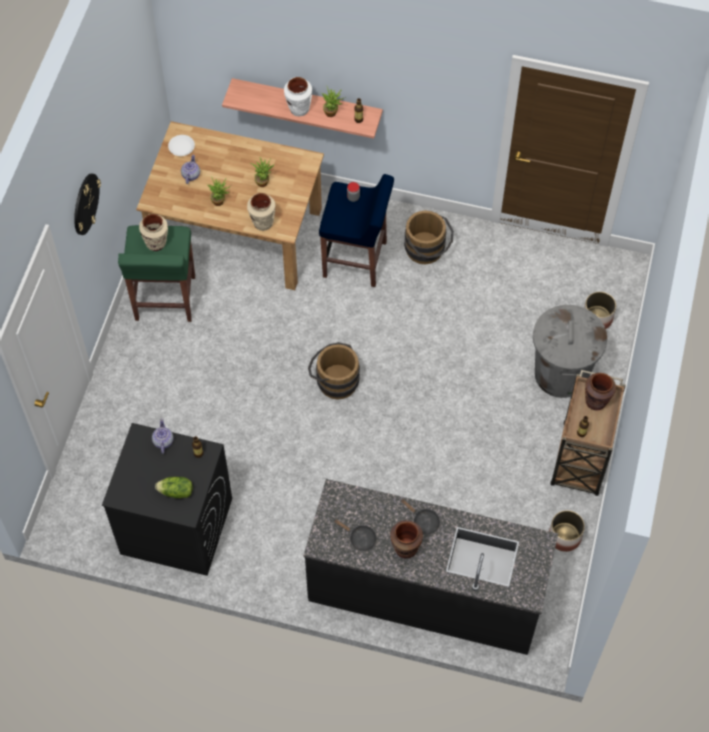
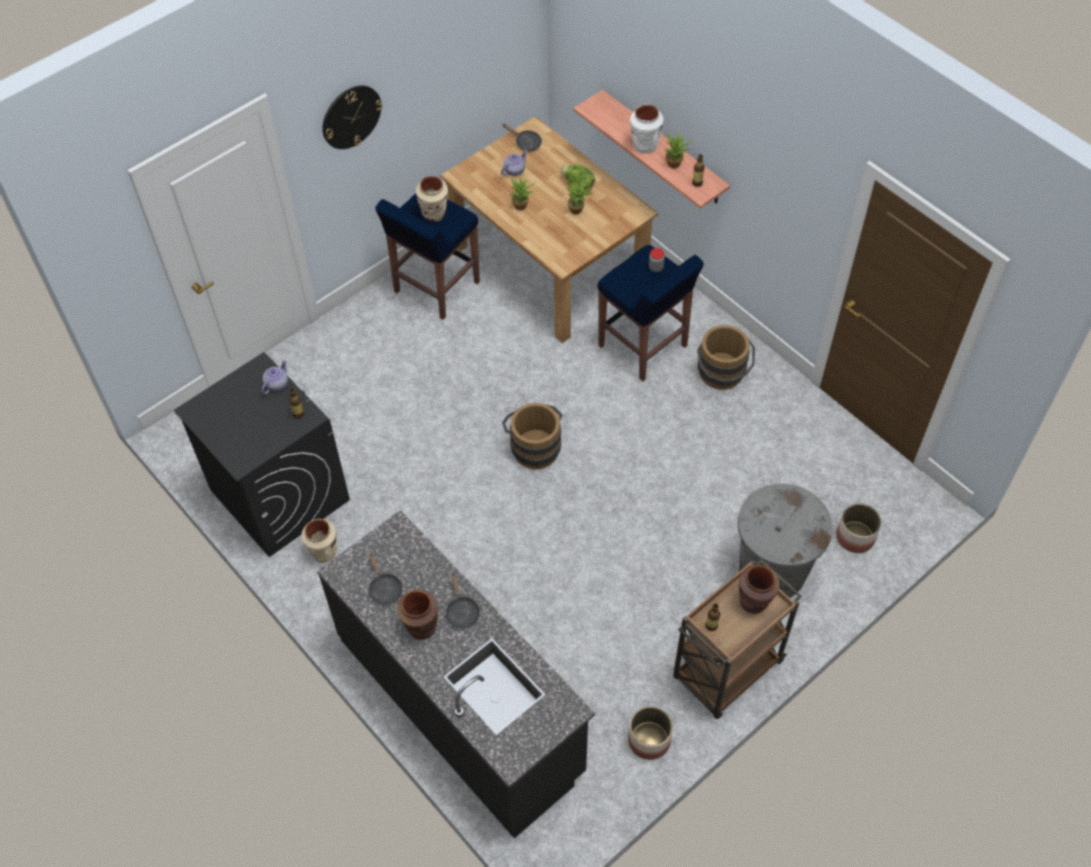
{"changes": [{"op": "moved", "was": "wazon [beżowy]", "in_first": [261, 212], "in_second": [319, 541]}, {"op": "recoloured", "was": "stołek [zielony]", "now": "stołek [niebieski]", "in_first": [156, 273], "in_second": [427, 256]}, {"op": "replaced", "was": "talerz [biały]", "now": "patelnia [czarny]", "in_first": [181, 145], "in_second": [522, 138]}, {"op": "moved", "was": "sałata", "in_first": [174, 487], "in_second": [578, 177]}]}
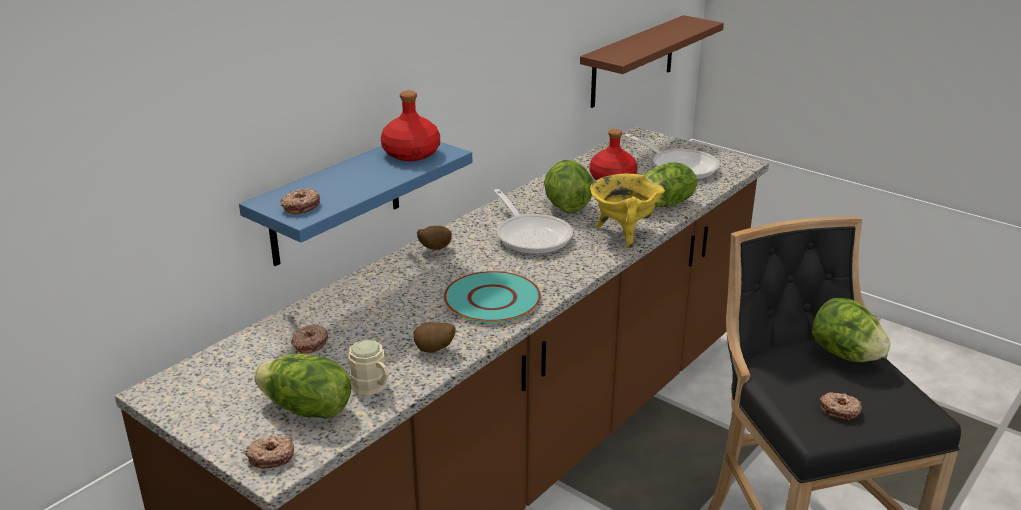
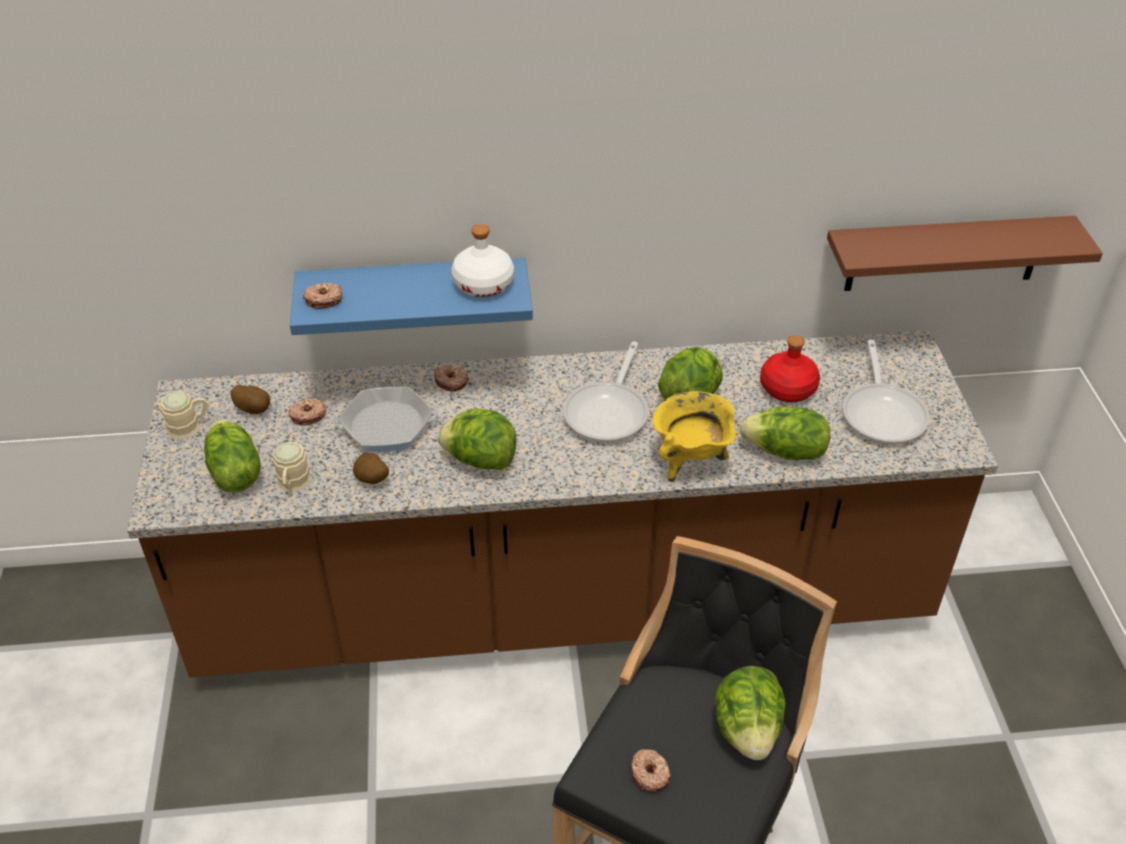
{"changes": [{"op": "added", "now": "kubek [beżowy]", "in_second": [184, 415]}, {"op": "moved", "was": "ziemniak", "in_first": [434, 238], "in_second": [250, 399]}, {"op": "added", "now": "patelnia", "in_second": [385, 419]}, {"op": "moved", "was": "donut", "in_first": [269, 452], "in_second": [451, 378]}, {"op": "replaced", "was": "talerz [turkusowy]", "now": "sałata", "in_first": [492, 297], "in_second": [477, 439]}, {"op": "recoloured", "was": "butelka [czerwony]", "now": "butelka [biały]", "in_first": [410, 126], "in_second": [482, 260]}]}
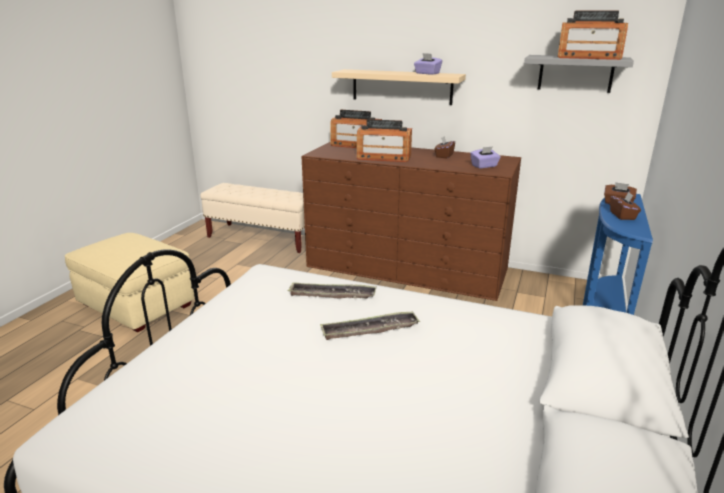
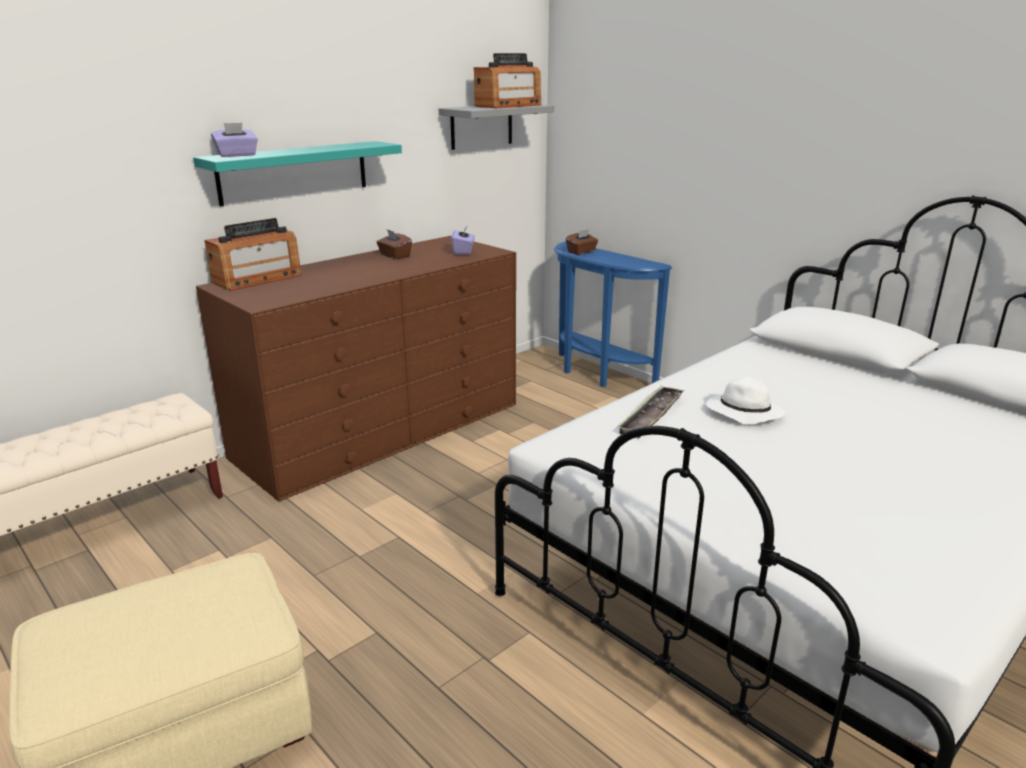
{"changes": [{"op": "recoloured", "was": "półka [beżowy]", "now": "półka [turkusowy]", "in_first": [399, 87], "in_second": [297, 173]}, {"op": "moved", "was": "pudełko chusteczek [fioletowy]", "in_first": [428, 64], "in_second": [234, 140]}, {"op": "replaced", "was": "taca", "now": "kapelusz [biały]", "in_first": [370, 325], "in_second": [745, 401]}, {"op": "removed", "was": "radio", "in_first": [384, 140]}, {"op": "removed", "was": "pudełko chusteczek [brązowy]", "in_first": [625, 206]}]}
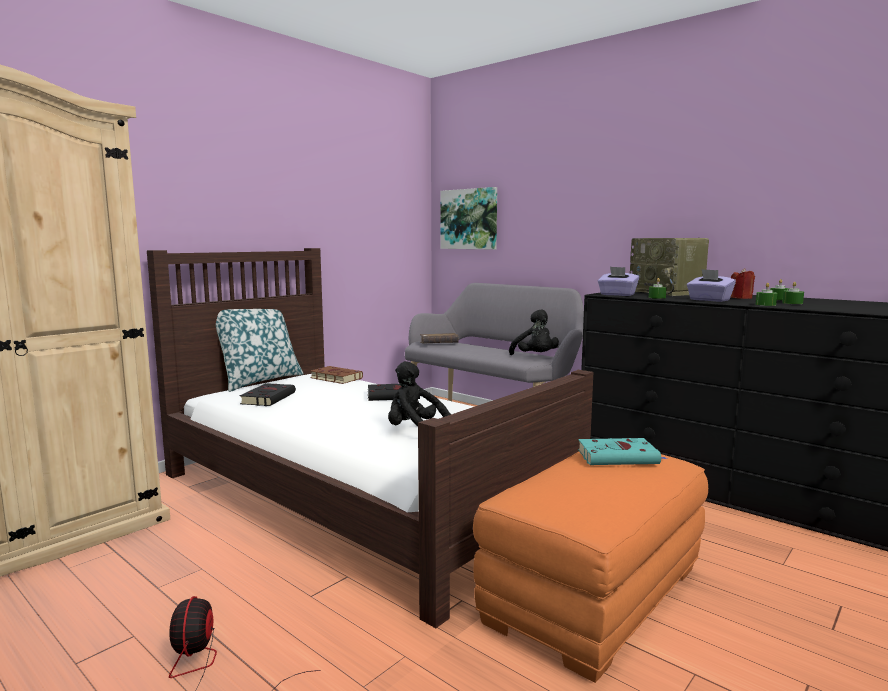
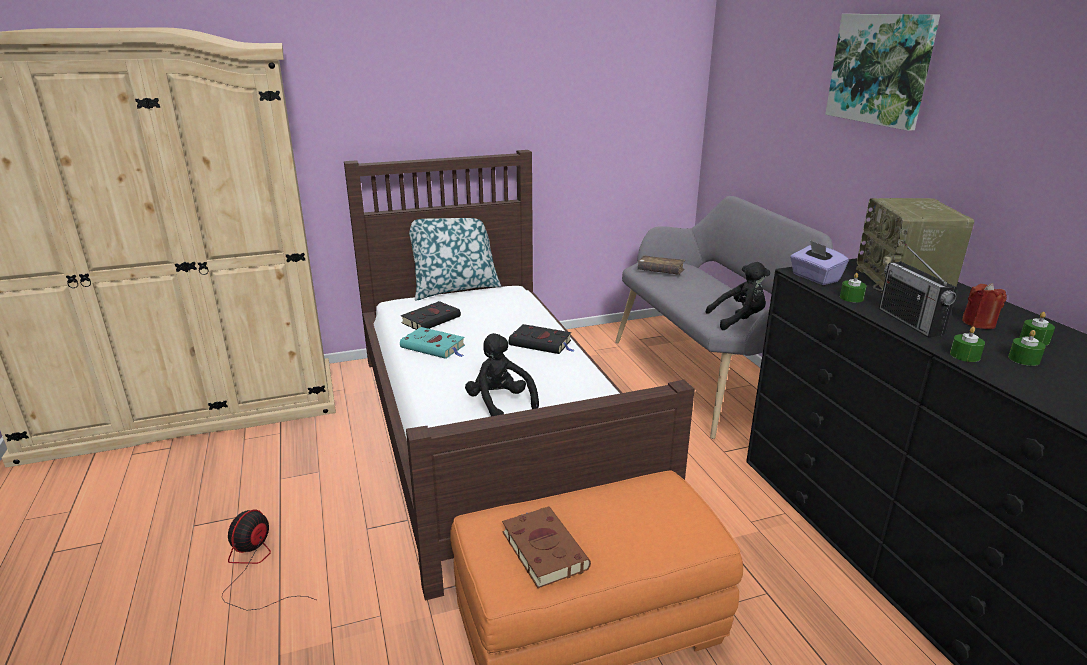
{"changes": [{"op": "moved", "was": "książka [turkusowy]", "in_first": [622, 451], "in_second": [432, 343]}, {"op": "moved", "was": "książka [brązowy]", "in_first": [336, 375], "in_second": [546, 547]}, {"op": "turned", "was": "pluszak [czarny]", "in_first": [534, 332], "in_second": [738, 296], "clockwise": -105}, {"op": "moved", "was": "obraz", "in_first": [468, 218], "in_second": [882, 72]}, {"op": "replaced", "was": "pudełko chusteczek [fioletowy]", "now": "radio", "in_first": [711, 285], "in_second": [918, 291]}]}
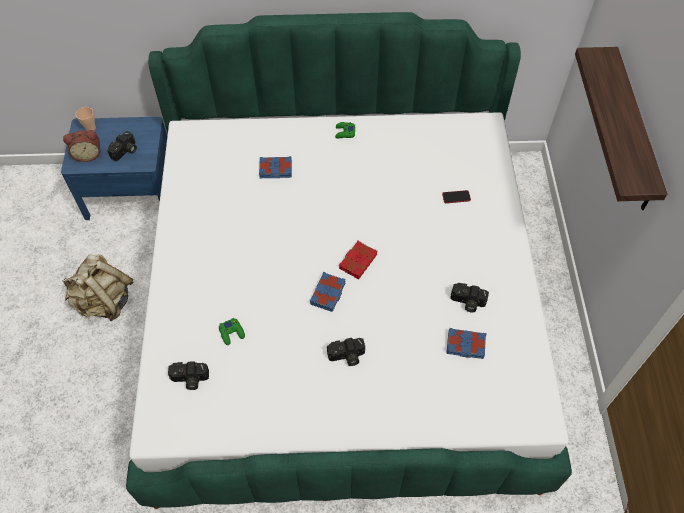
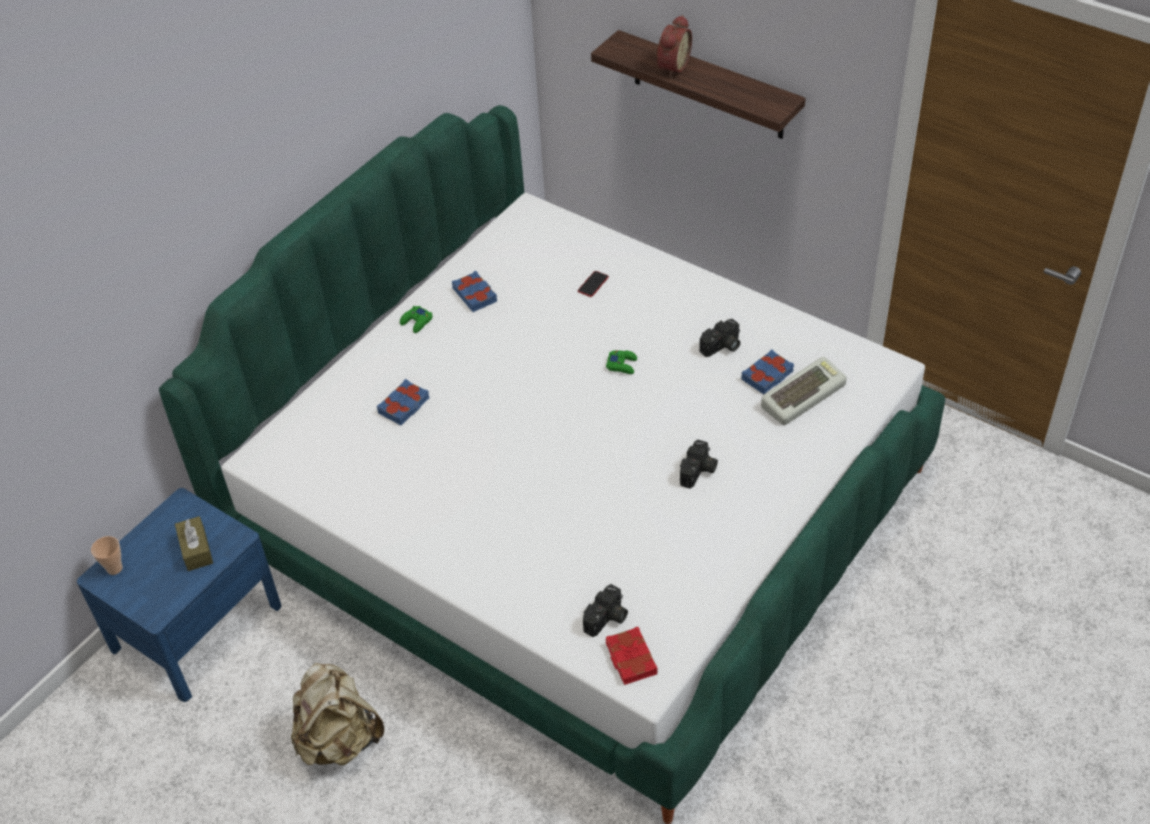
{"changes": [{"op": "replaced", "was": "aparat fotograficzny", "now": "pudełko chusteczek [brązowy]", "in_first": [122, 146], "in_second": [194, 543]}, {"op": "moved", "was": "książka [niebieski]", "in_first": [327, 292], "in_second": [474, 291]}, {"op": "moved", "was": "pad do gier [zielony]", "in_first": [232, 331], "in_second": [621, 362]}, {"op": "moved", "was": "książka [czerwony]", "in_first": [358, 260], "in_second": [632, 656]}, {"op": "moved", "was": "budzik", "in_first": [82, 146], "in_second": [673, 46]}, {"op": "added", "now": "klawiatura", "in_second": [804, 391]}]}
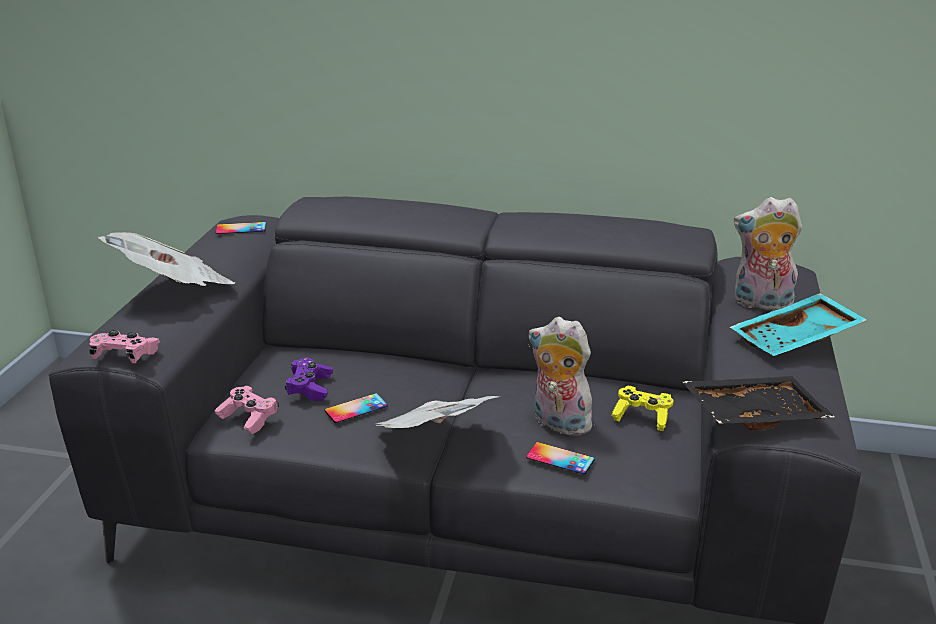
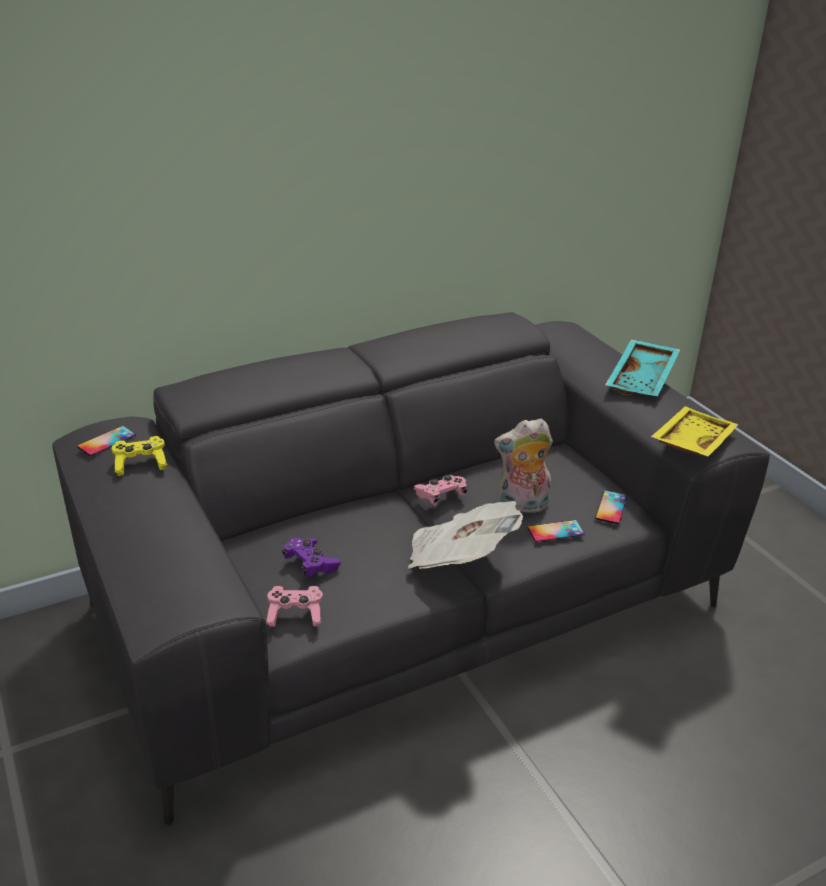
{"changes": [{"op": "moved", "was": "pad do gier [żółty]", "in_first": [642, 408], "in_second": [139, 456]}, {"op": "moved", "was": "pad do gier [różowy]", "in_first": [124, 346], "in_second": [440, 490]}, {"op": "moved", "was": "telefon", "in_first": [356, 408], "in_second": [611, 507]}, {"op": "recoloured", "was": "taca [czarny]", "now": "taca [żółty]", "in_first": [758, 403], "in_second": [694, 431]}, {"op": "removed", "was": "gazeta", "in_first": [166, 259]}, {"op": "removed", "was": "pluszak", "in_first": [768, 254]}]}
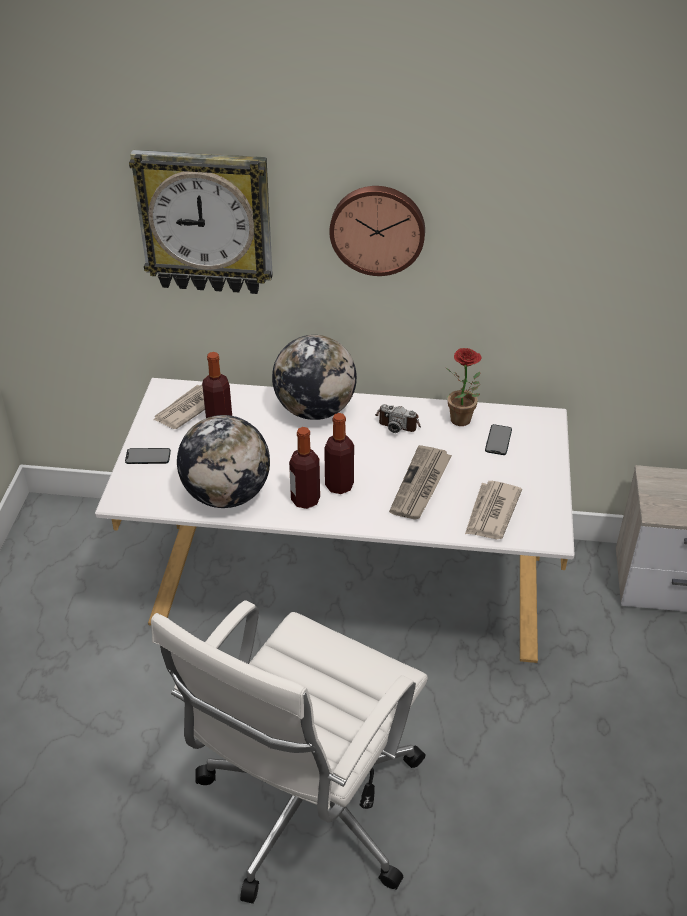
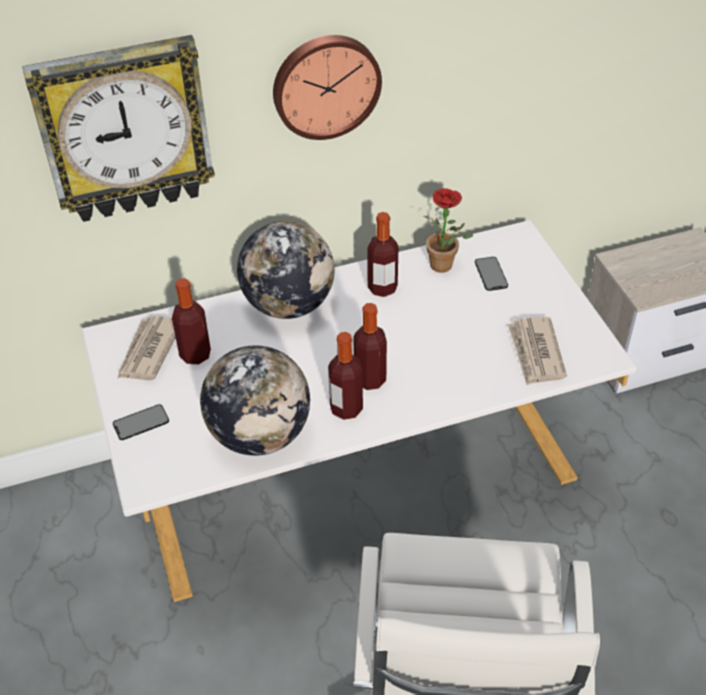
{"changes": [{"op": "replaced", "was": "aparat fotograficzny", "now": "butelka", "in_first": [398, 418], "in_second": [383, 254]}, {"op": "removed", "was": "gazeta", "in_first": [420, 482]}]}
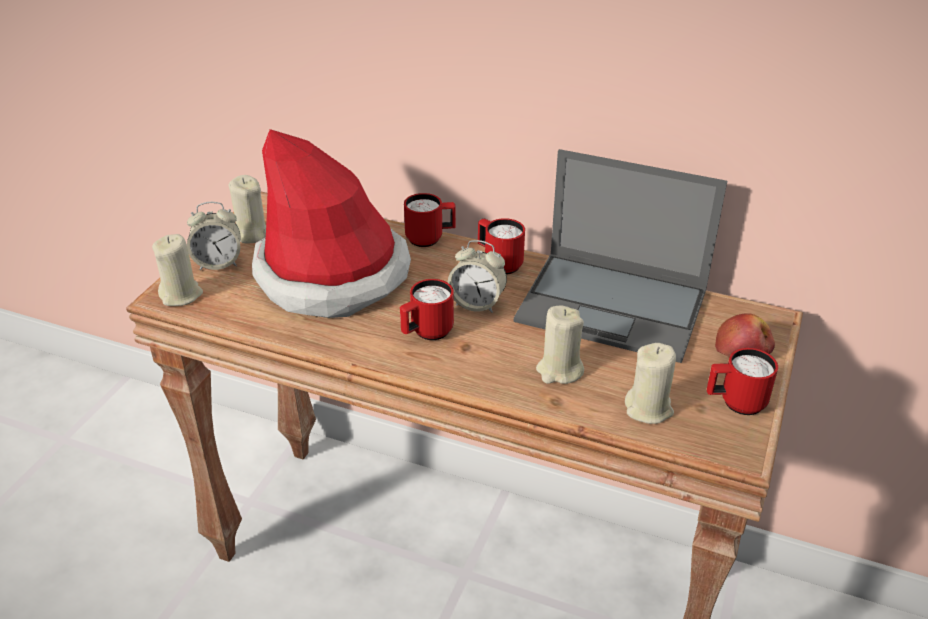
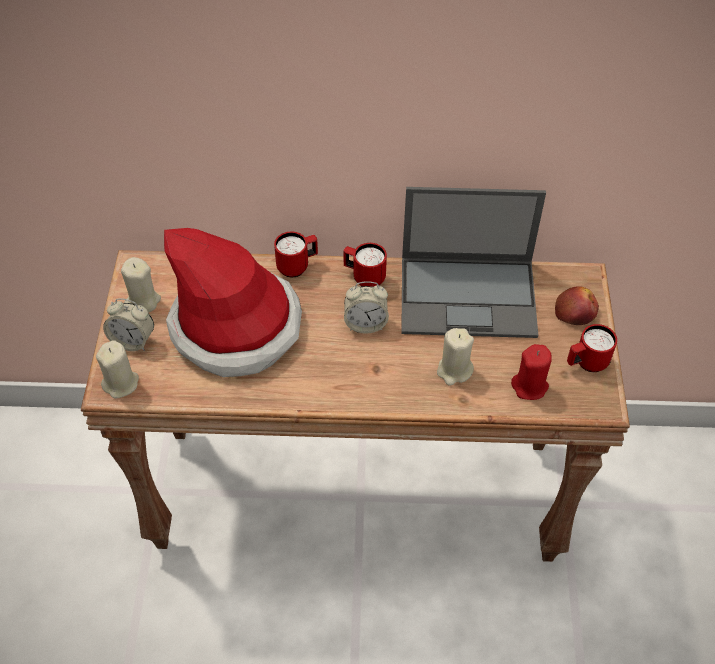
{"changes": [{"op": "turned", "was": "budzik", "in_first": [214, 236], "in_second": [128, 324], "clockwise": 45}, {"op": "recoloured", "was": "świeca [beżowy]", "now": "świeca [czerwony]", "in_first": [650, 383], "in_second": [531, 372]}, {"op": "removed", "was": "kubek [czerwony]", "in_first": [427, 309]}]}
